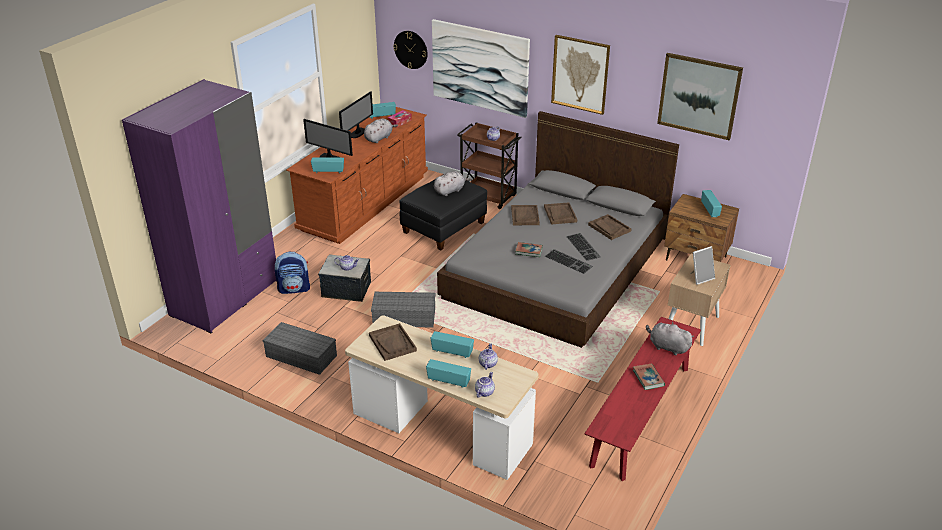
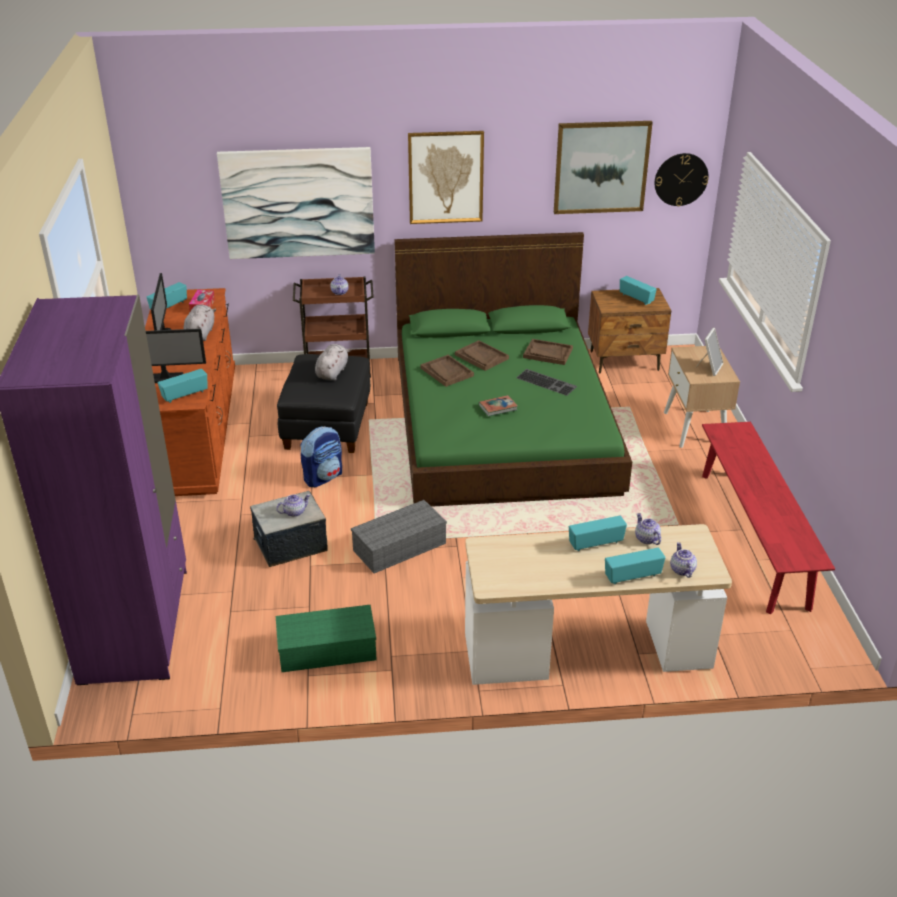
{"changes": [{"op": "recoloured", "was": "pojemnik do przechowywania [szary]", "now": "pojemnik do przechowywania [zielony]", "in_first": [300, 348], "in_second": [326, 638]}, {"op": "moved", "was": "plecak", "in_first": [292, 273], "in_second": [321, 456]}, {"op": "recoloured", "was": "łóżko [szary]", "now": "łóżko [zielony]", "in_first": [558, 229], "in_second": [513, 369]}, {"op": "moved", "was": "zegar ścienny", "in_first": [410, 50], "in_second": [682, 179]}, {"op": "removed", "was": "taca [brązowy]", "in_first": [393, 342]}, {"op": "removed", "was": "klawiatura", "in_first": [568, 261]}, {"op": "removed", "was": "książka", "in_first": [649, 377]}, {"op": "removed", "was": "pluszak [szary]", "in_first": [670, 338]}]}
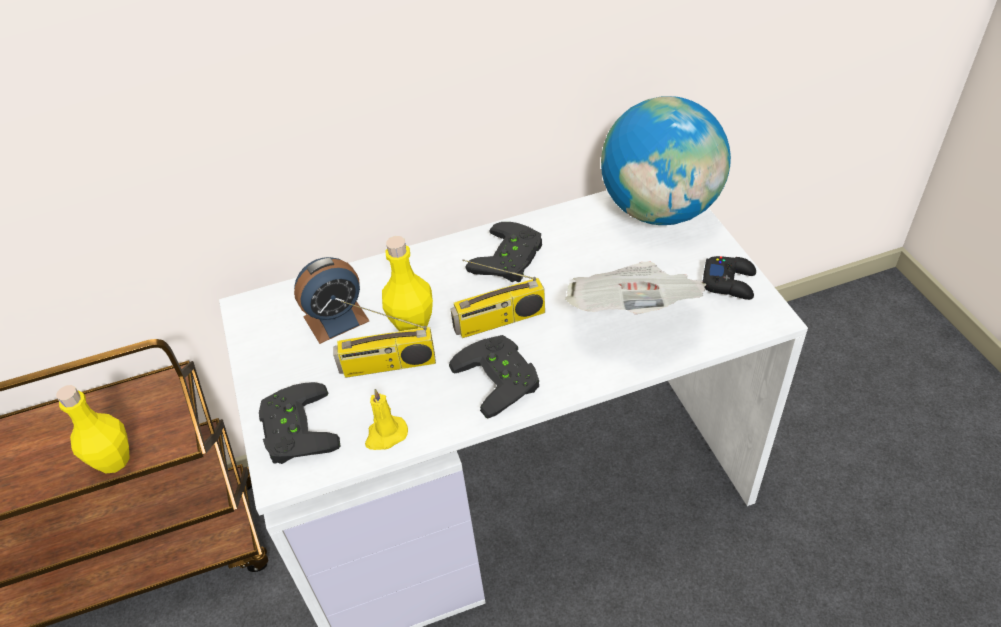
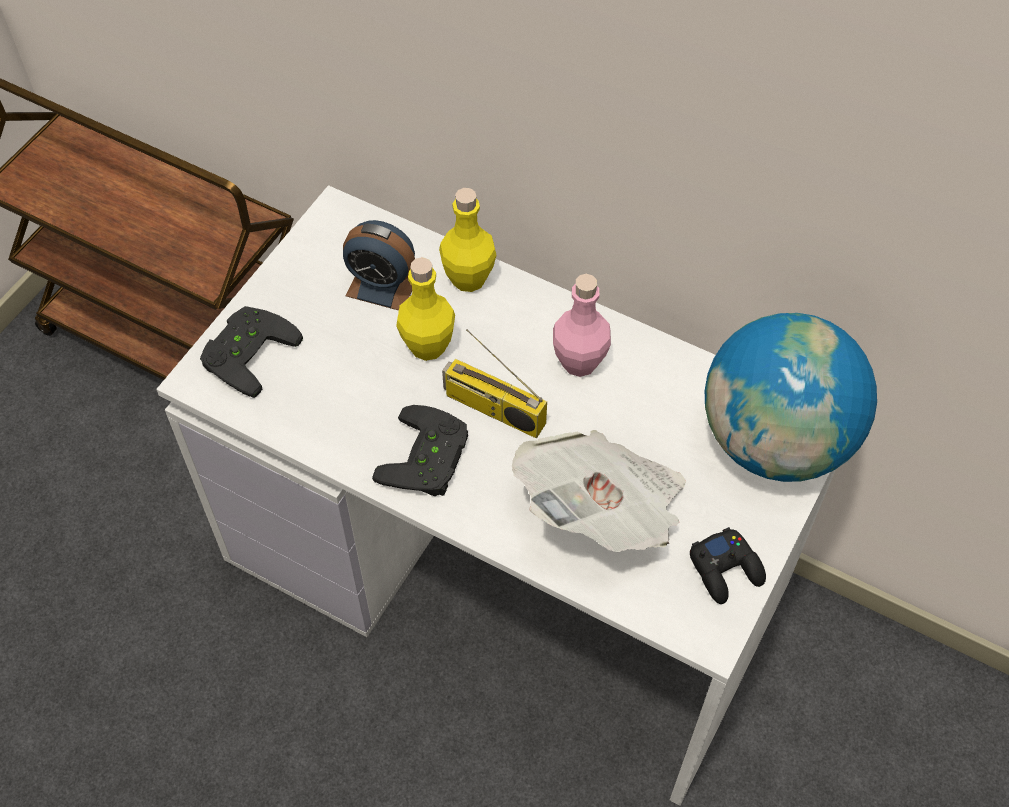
{"changes": [{"op": "moved", "was": "butelka [żółty]", "in_first": [93, 429], "in_second": [467, 240]}, {"op": "replaced", "was": "pad do gier [czarny]", "now": "butelka [różowy]", "in_first": [503, 252], "in_second": [582, 325]}, {"op": "removed", "was": "radio", "in_first": [384, 339]}, {"op": "removed", "was": "świeca [żółty]", "in_first": [386, 419]}]}
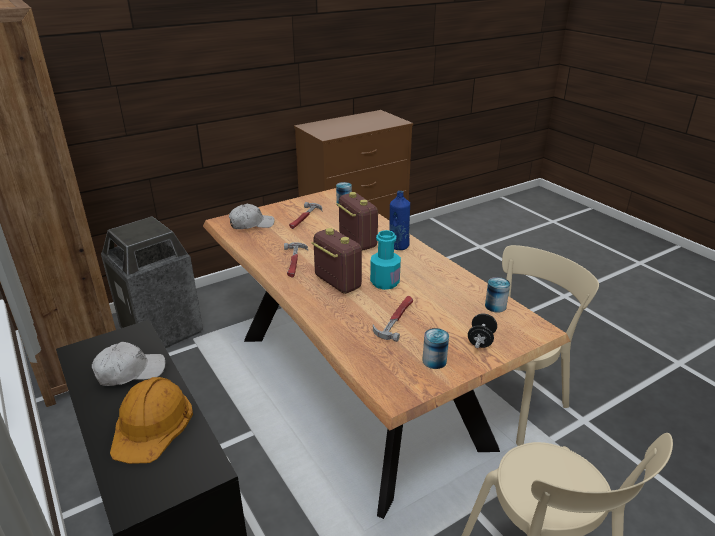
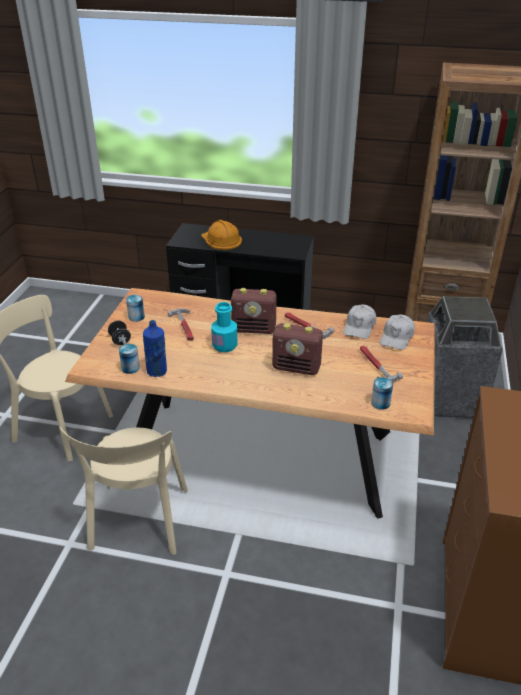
{"changes": [{"op": "moved", "was": "butelka [niebieski]", "in_first": [400, 220], "in_second": [155, 348]}, {"op": "moved", "was": "czapka z daszkiem [biały]", "in_first": [128, 364], "in_second": [359, 321]}]}
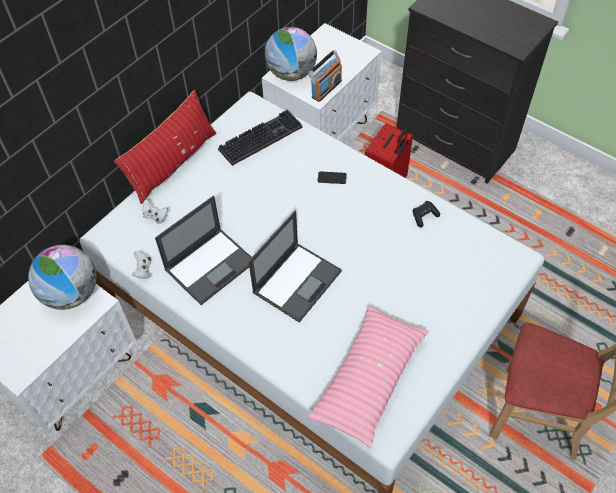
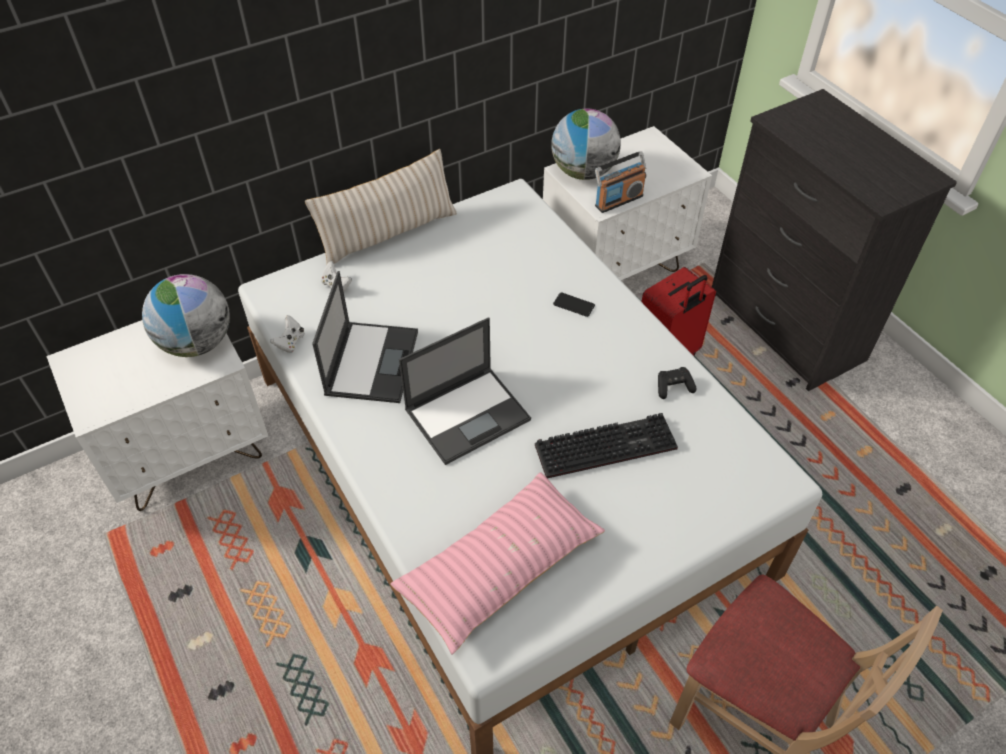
{"changes": [{"op": "recoloured", "was": "poduszka [czerwony]", "now": "poduszka [beżowy]", "in_first": [165, 147], "in_second": [381, 206]}, {"op": "turned", "was": "laptop", "in_first": [203, 250], "in_second": [365, 337], "clockwise": -60}, {"op": "moved", "was": "klawiatura", "in_first": [260, 138], "in_second": [606, 446]}]}
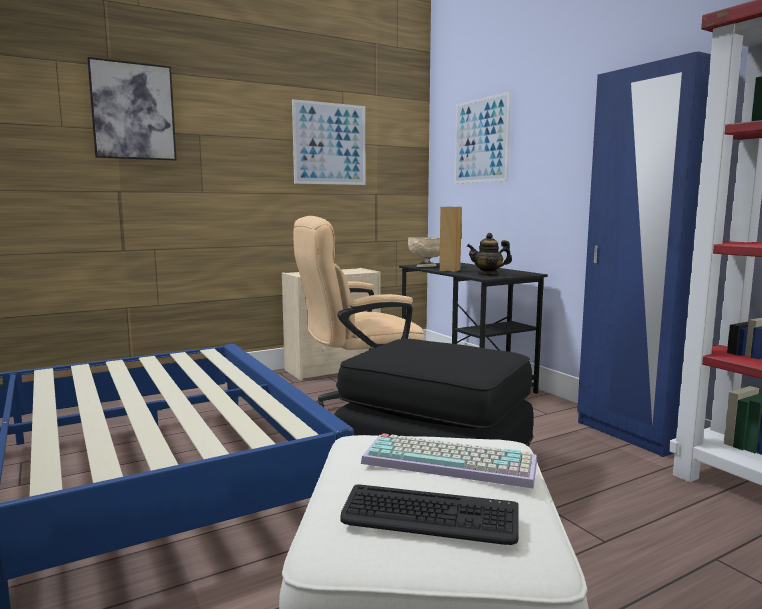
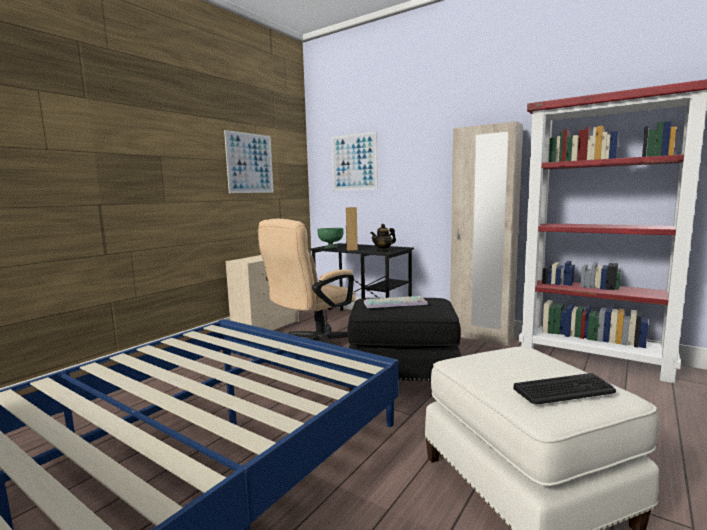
{"changes": [{"op": "recoloured", "was": "miska [beżowy]", "now": "miska [zielony]", "in_first": [424, 252], "in_second": [331, 238]}, {"op": "moved", "was": "klawiatura", "in_first": [449, 461], "in_second": [396, 302]}, {"op": "recoloured", "was": "szafa [niebieski]", "now": "szafa [beżowy]", "in_first": [644, 254], "in_second": [486, 233]}, {"op": "removed", "was": "obraz", "in_first": [132, 109]}]}
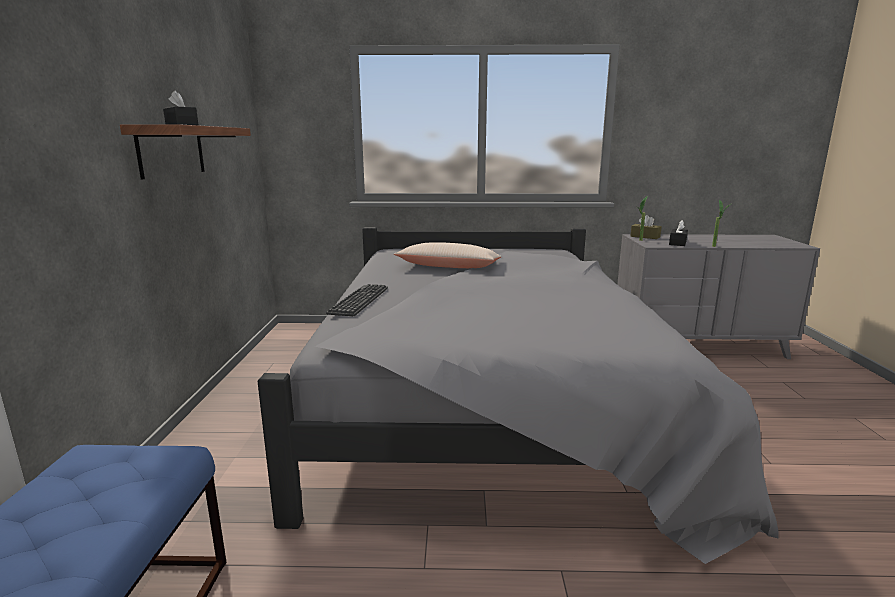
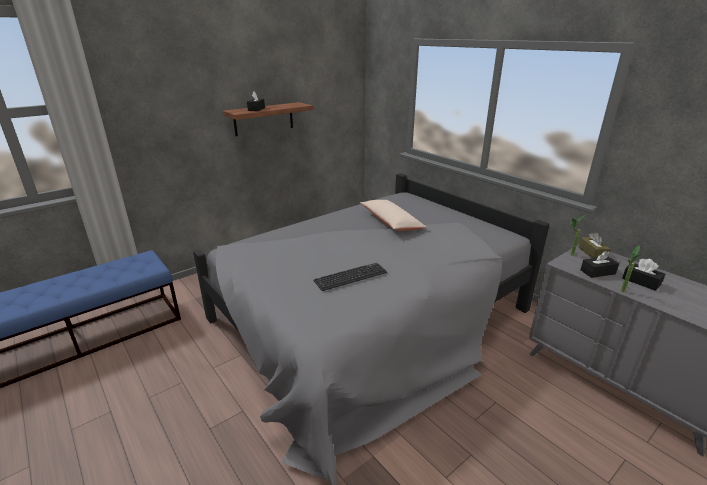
{"changes": [{"op": "moved", "was": "klawiatura", "in_first": [357, 300], "in_second": [350, 277]}, {"op": "added", "now": "pudełko chusteczek [czarny]", "in_second": [643, 275]}]}
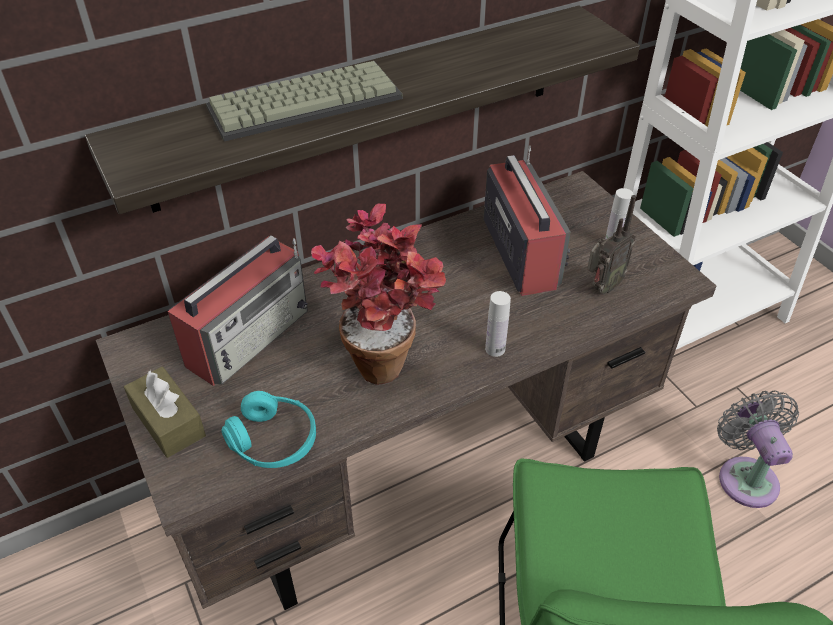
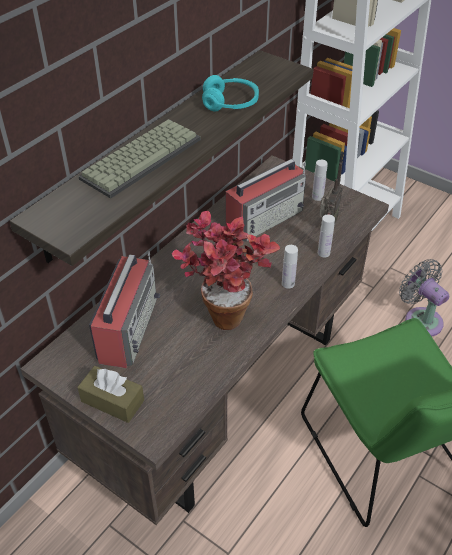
{"changes": [{"op": "moved", "was": "słuchawki [turkusowy]", "in_first": [268, 429], "in_second": [230, 93]}, {"op": "turned", "was": "radio", "in_first": [527, 221], "in_second": [266, 200], "clockwise": 90}, {"op": "added", "now": "butelka [biały]", "in_second": [326, 235]}]}
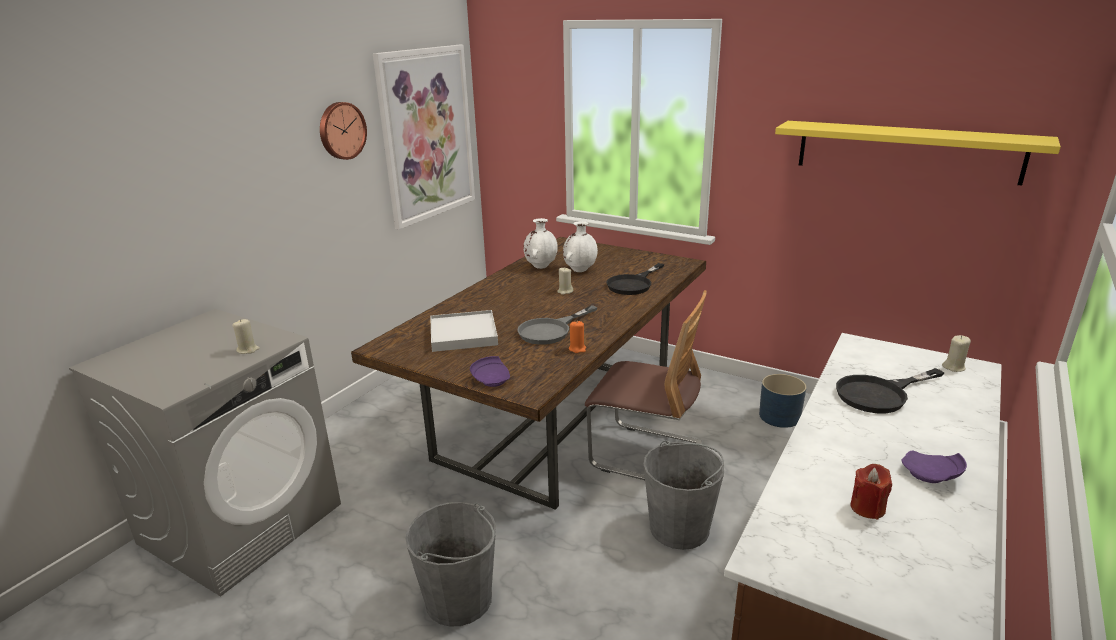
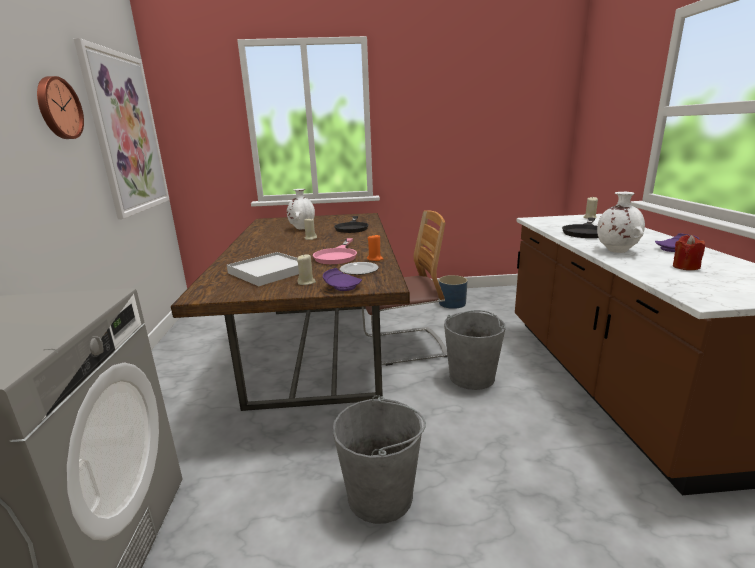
{"changes": [{"op": "moved", "was": "świeca [beżowy]", "in_first": [246, 336], "in_second": [306, 269]}, {"op": "recoloured", "was": "patelnia [szary]", "now": "patelnia [różowy]", "in_first": [557, 325], "in_second": [335, 251]}, {"op": "added", "now": "talerz", "in_second": [359, 268]}, {"op": "moved", "was": "wazon [biały]", "in_first": [540, 243], "in_second": [621, 222]}, {"op": "removed", "was": "półka [żółty]", "in_first": [918, 153]}]}
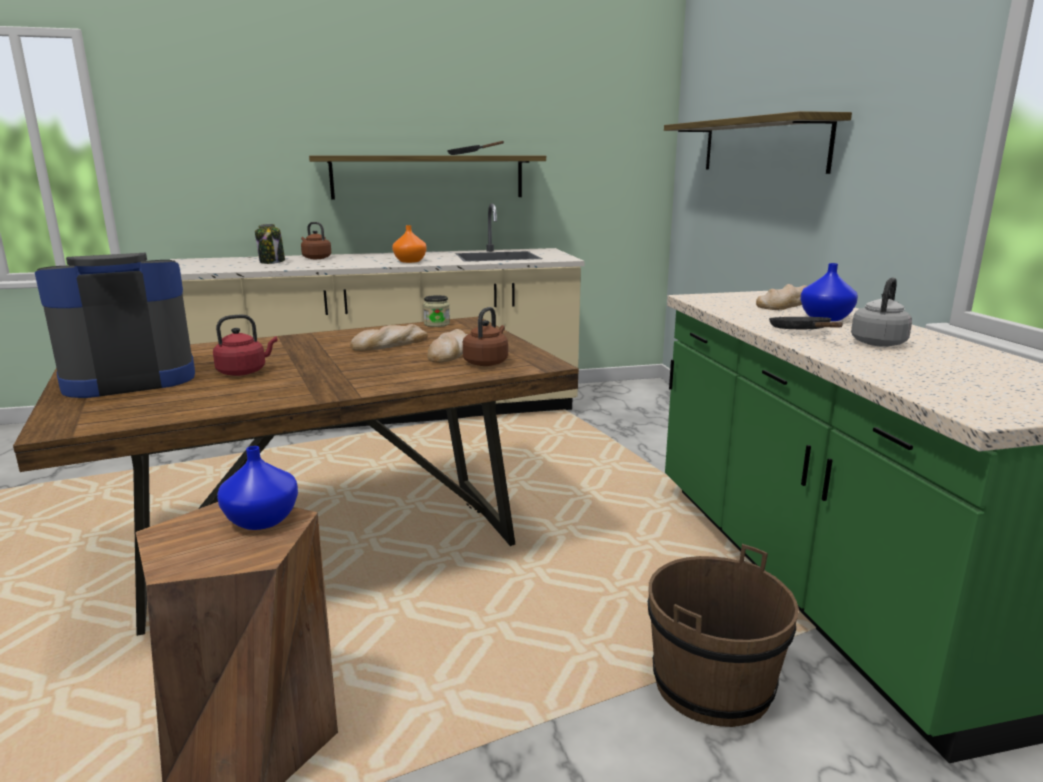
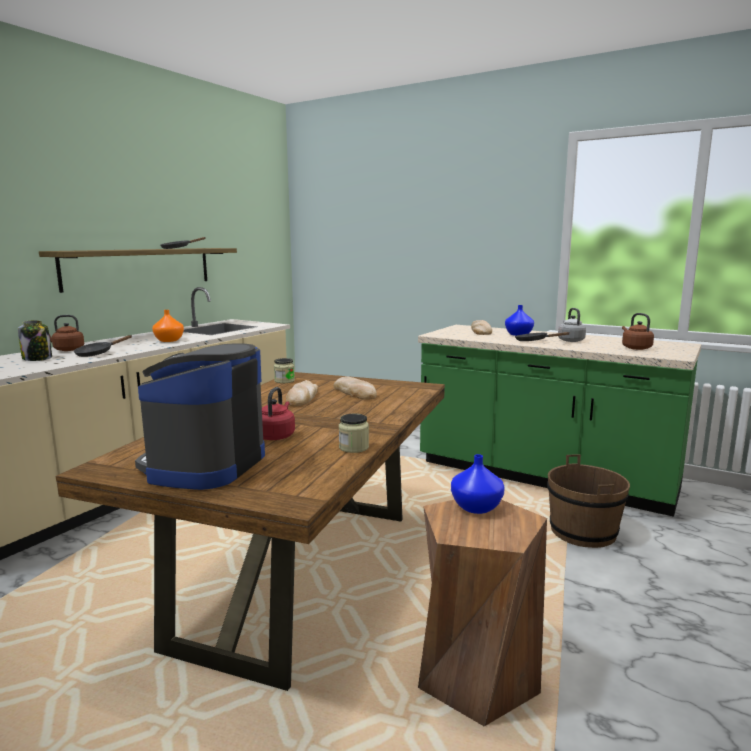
{"changes": [{"op": "added", "now": "patelnia [czarny]", "in_second": [103, 346]}, {"op": "added", "now": "słoik", "in_second": [354, 433]}, {"op": "moved", "was": "czajnik [brązowy]", "in_first": [485, 336], "in_second": [638, 331]}, {"op": "removed", "was": "półka", "in_first": [758, 142]}]}
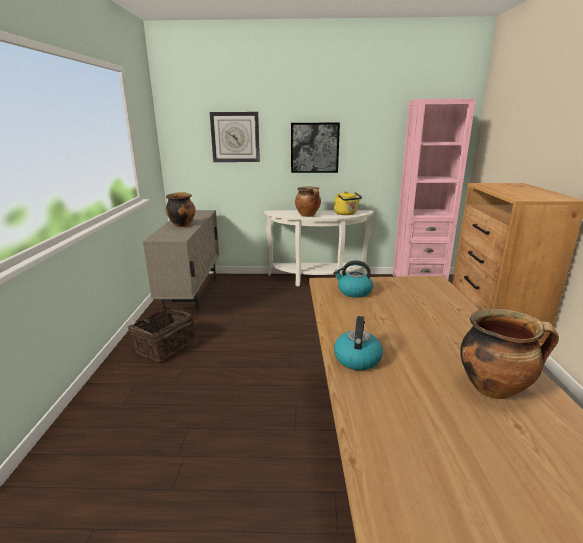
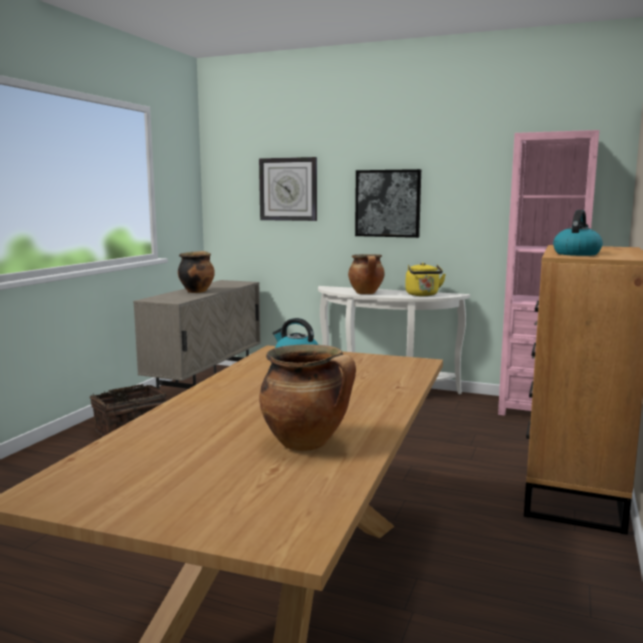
{"changes": [{"op": "moved", "was": "czajnik", "in_first": [358, 343], "in_second": [578, 233]}]}
